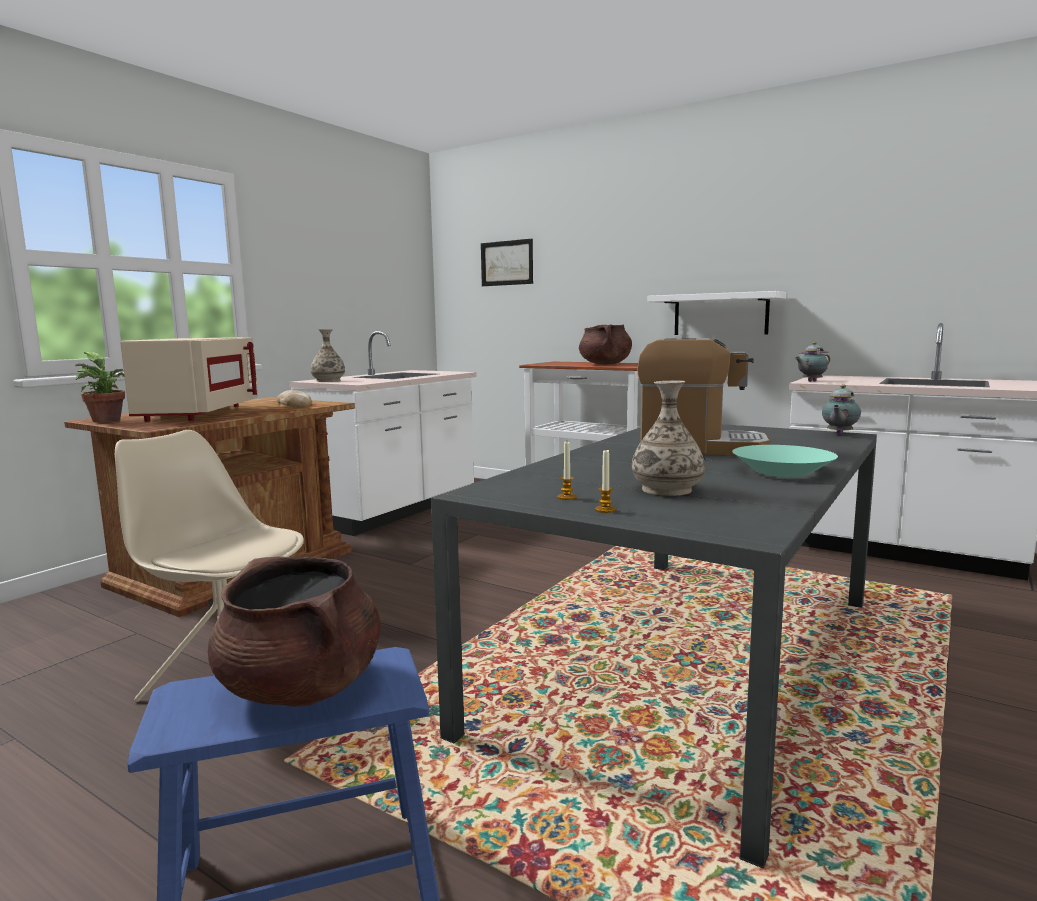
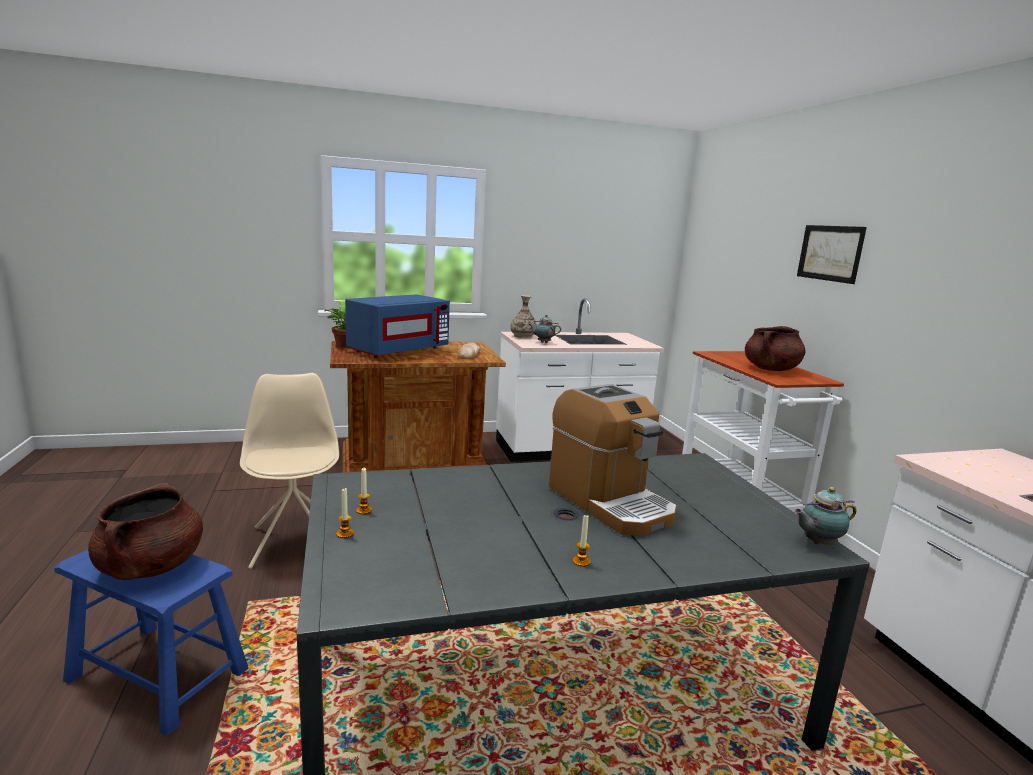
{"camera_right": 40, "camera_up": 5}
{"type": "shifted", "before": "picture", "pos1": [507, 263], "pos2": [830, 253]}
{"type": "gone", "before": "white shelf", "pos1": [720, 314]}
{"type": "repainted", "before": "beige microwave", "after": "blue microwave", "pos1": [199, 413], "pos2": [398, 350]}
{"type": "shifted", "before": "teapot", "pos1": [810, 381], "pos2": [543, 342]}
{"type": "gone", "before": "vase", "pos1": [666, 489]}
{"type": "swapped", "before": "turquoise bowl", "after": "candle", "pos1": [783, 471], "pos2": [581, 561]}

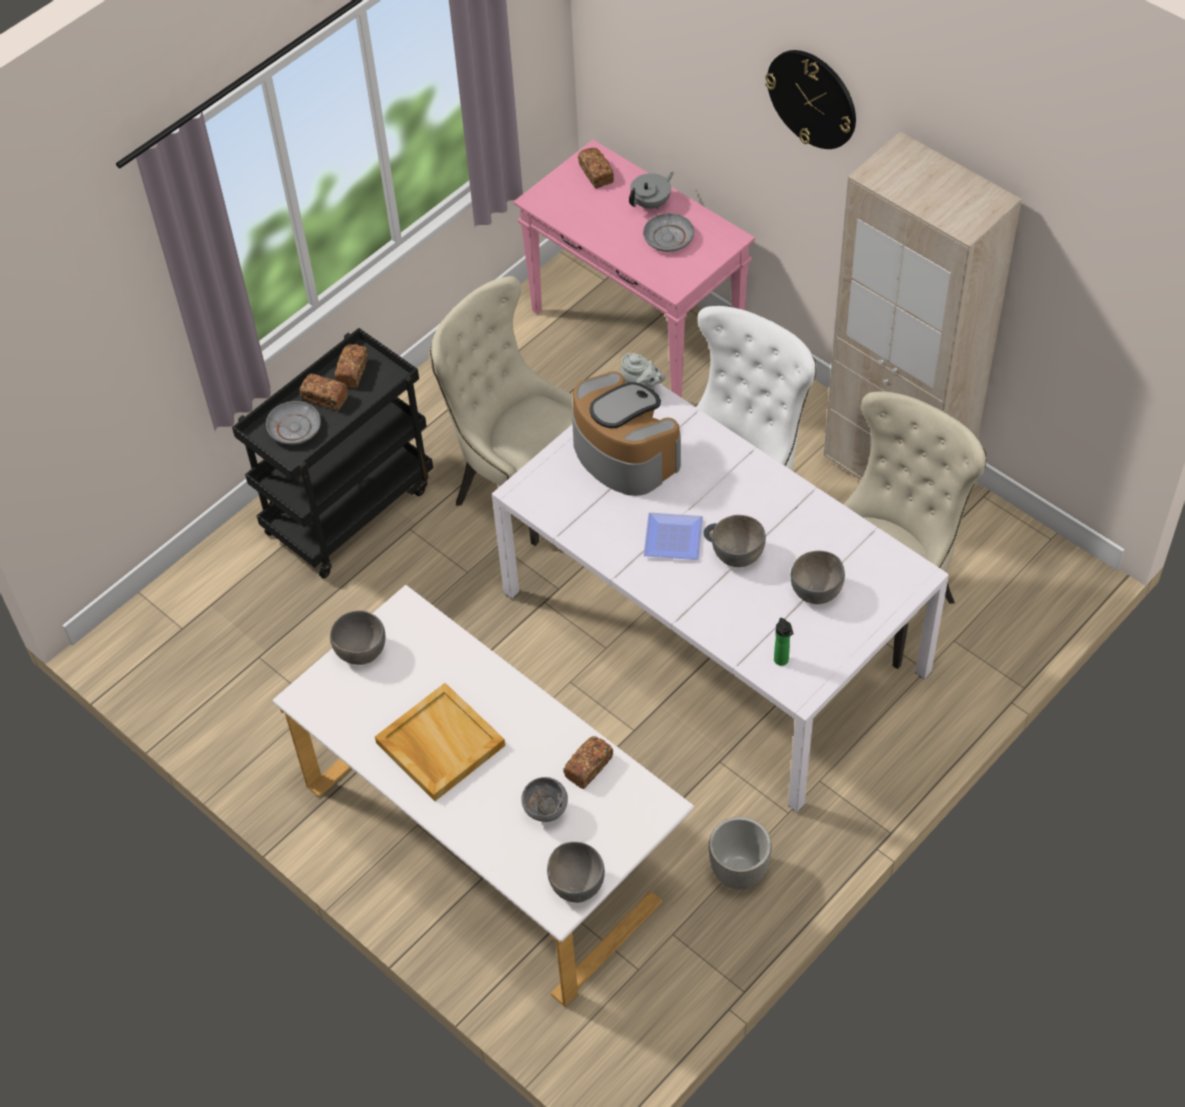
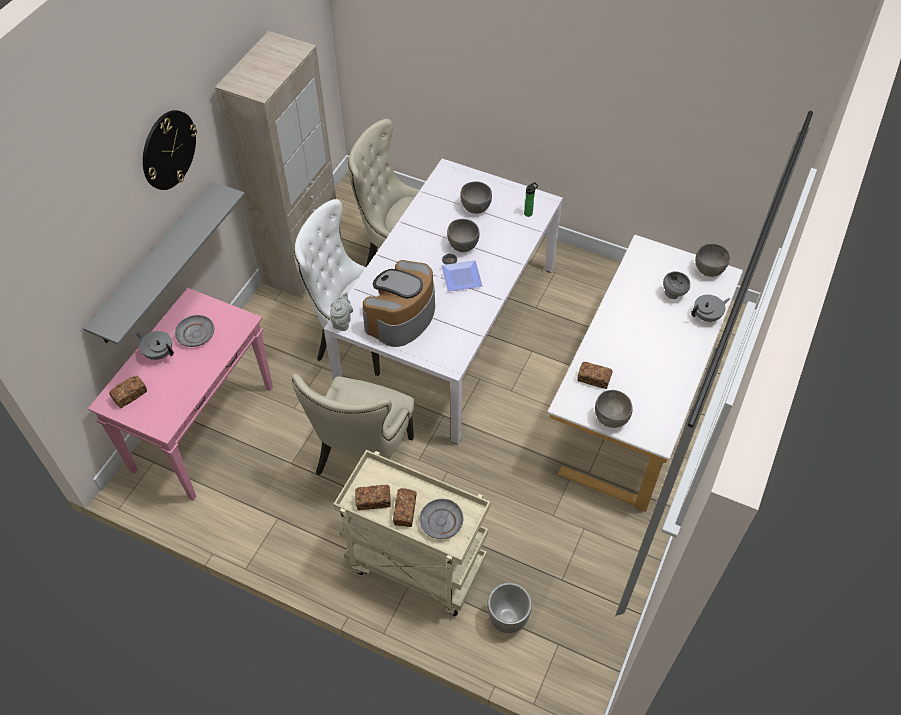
{"camera_right": -110, "camera_up": 0}
{"type": "repainted", "before": "black cart", "after": "beige cart", "pos1": [349, 508], "pos2": [414, 566]}
{"type": "gone", "before": "beige tray", "pos1": [439, 744]}
{"type": "shifted", "before": "bread", "pos1": [588, 767], "pos2": [593, 379]}
{"type": "shifted", "before": "planter", "pos1": [738, 871], "pos2": [507, 619]}
{"type": "new", "after": "grey shelf", "pos2": [156, 263]}
{"type": "new", "after": "grey teapot", "pos2": [707, 316]}

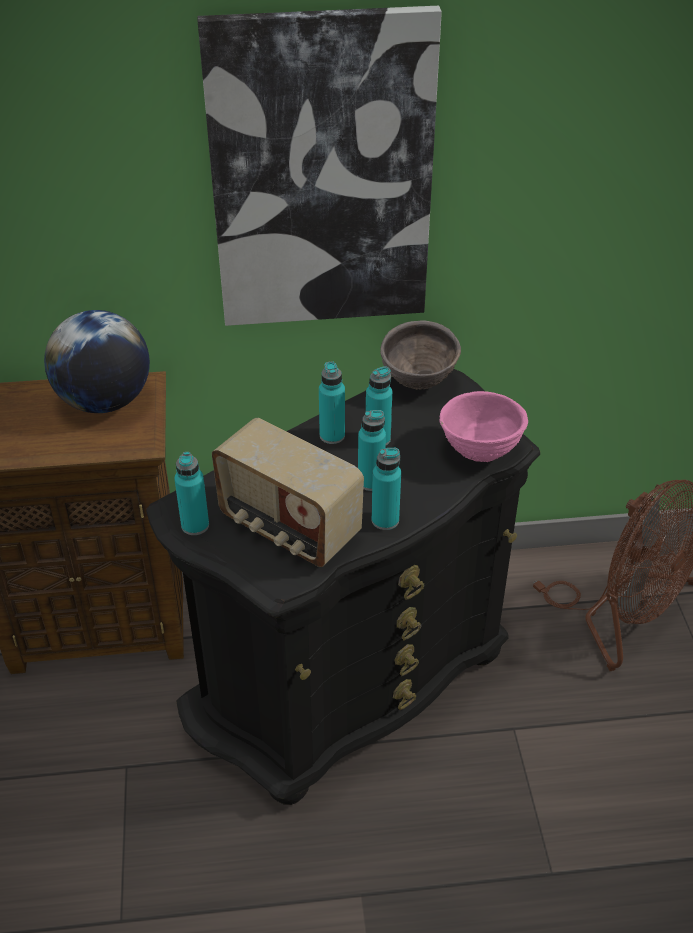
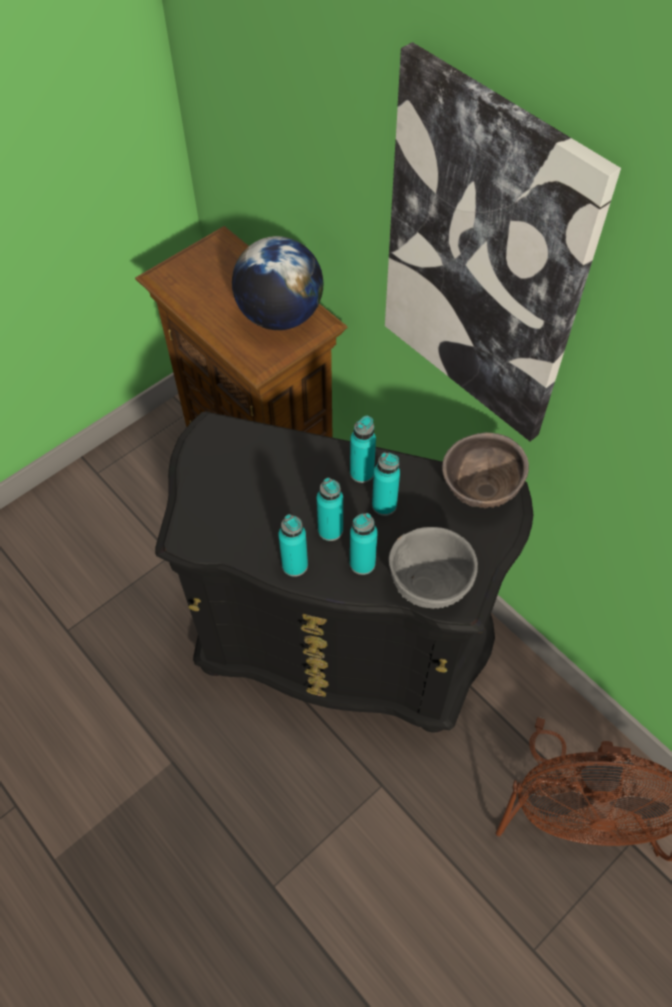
{"camera_right": 55, "camera_up": 15}
{"type": "repainted", "before": "pink bowl", "after": "grey bowl", "pos1": [479, 453], "pos2": [429, 586]}
{"type": "gone", "before": "radio", "pos1": [288, 528]}
{"type": "shifted", "before": "turquoise bottle", "pos1": [195, 525], "pos2": [362, 563]}

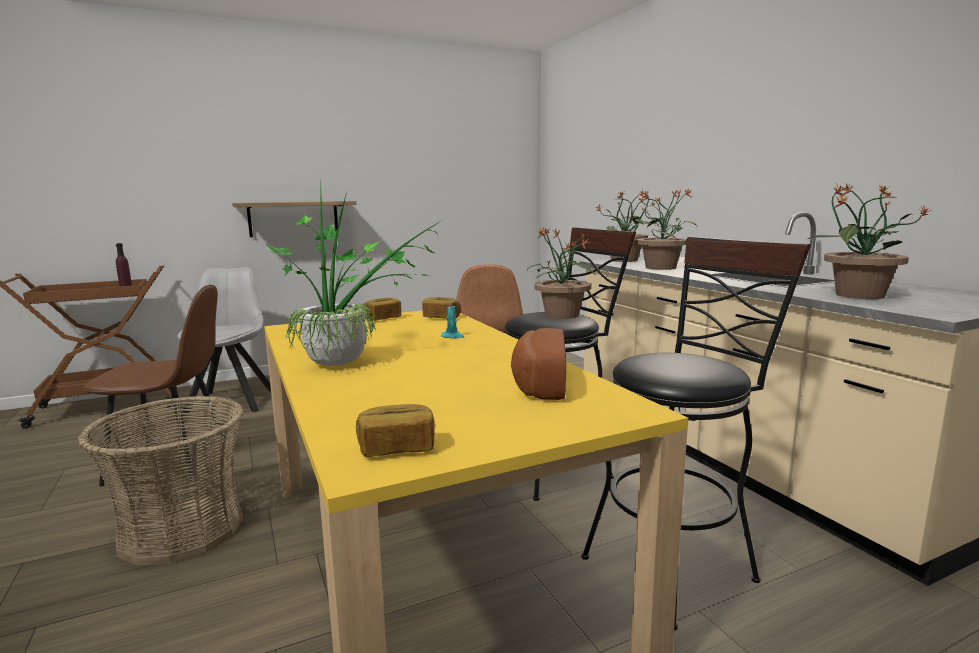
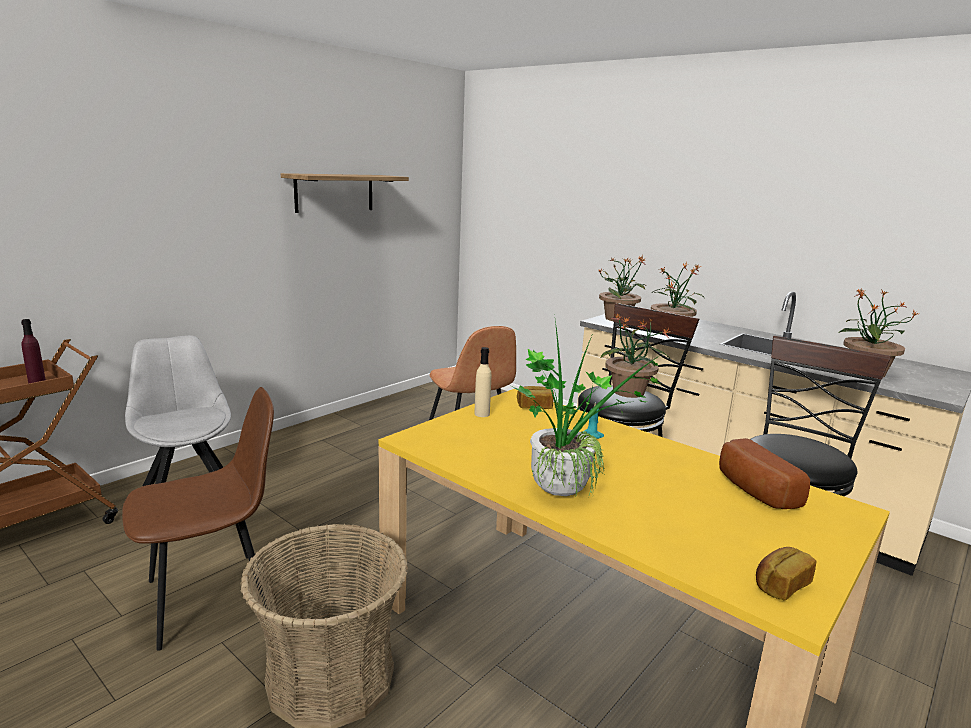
{"camera_right": -25, "camera_up": 5}
{"type": "shifted", "before": "shelf", "pos1": [293, 218], "pos2": [334, 192]}
{"type": "swapped", "before": "bread", "after": "beige bottle", "pos1": [382, 319], "pos2": [482, 414]}

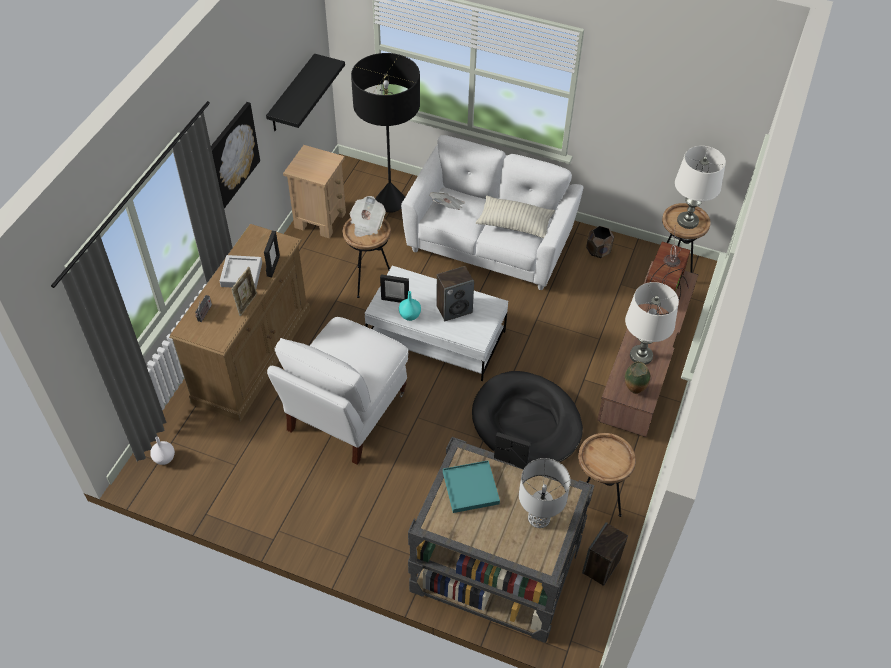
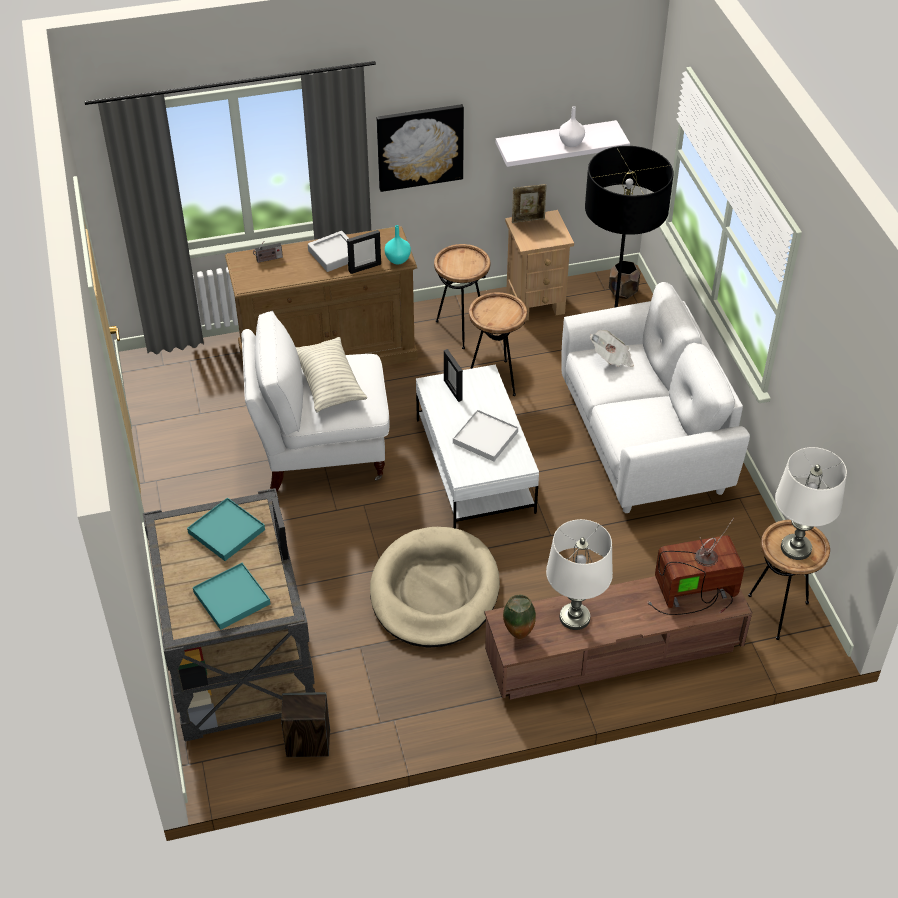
{"camera_right": 55, "camera_up": -5}
{"type": "repainted", "before": "black shelf", "after": "white shelf", "pos1": [292, 94], "pos2": [555, 143]}
{"type": "gone", "before": "newspaper", "pos1": [366, 224]}
{"type": "shifted", "before": "pillow", "pos1": [515, 224], "pos2": [328, 384]}
{"type": "shifted", "before": "brown planter", "pos1": [598, 251], "pos2": [623, 292]}
{"type": "swapped", "before": "speaker", "after": "white tray", "pos1": [454, 309], "pos2": [485, 437]}
{"type": "shifted", "before": "picture frame", "pos1": [247, 304], "pos2": [528, 219]}
{"type": "shifted", "before": "turquoise vase", "pos1": [409, 316], "pos2": [397, 260]}
{"type": "repainted", "before": "black dog bed", "after": "beige dog bed", "pos1": [526, 422], "pos2": [434, 591]}
{"type": "shifted", "before": "brown side table", "pos1": [595, 502], "pos2": [461, 329]}
{"type": "shifted", "before": "white vase", "pos1": [165, 458], "pos2": [571, 143]}
{"type": "swapped", "before": "white table lamp", "after": "turquoise tray", "pos1": [538, 518], "pos2": [231, 598]}

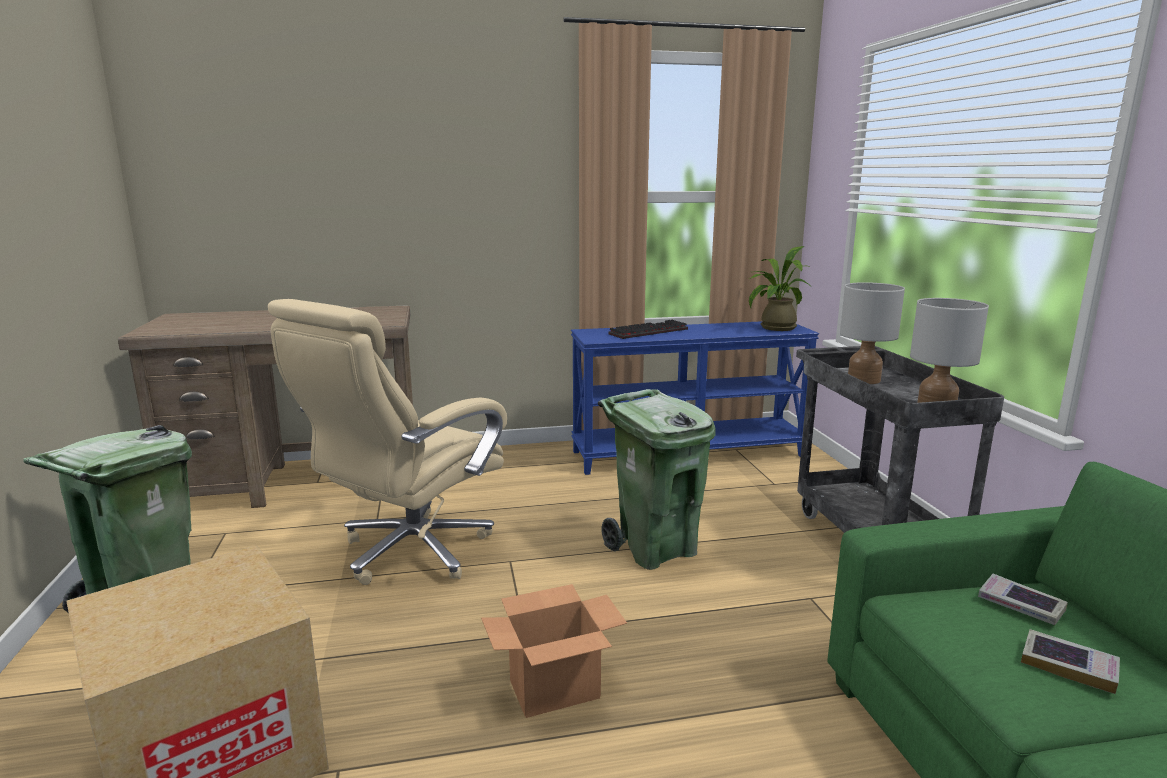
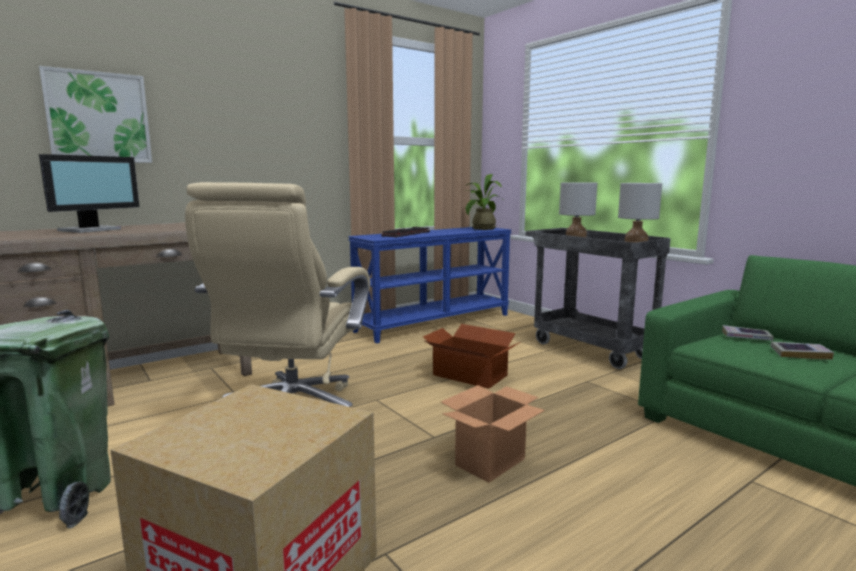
{"camera_right": -25, "camera_up": -5}
{"type": "swapped", "before": "green trash can", "after": "cardboard box", "pos1": [655, 549], "pos2": [469, 375]}
{"type": "new", "after": "picture", "pos2": [98, 117]}
{"type": "new", "after": "monitor", "pos2": [91, 230]}

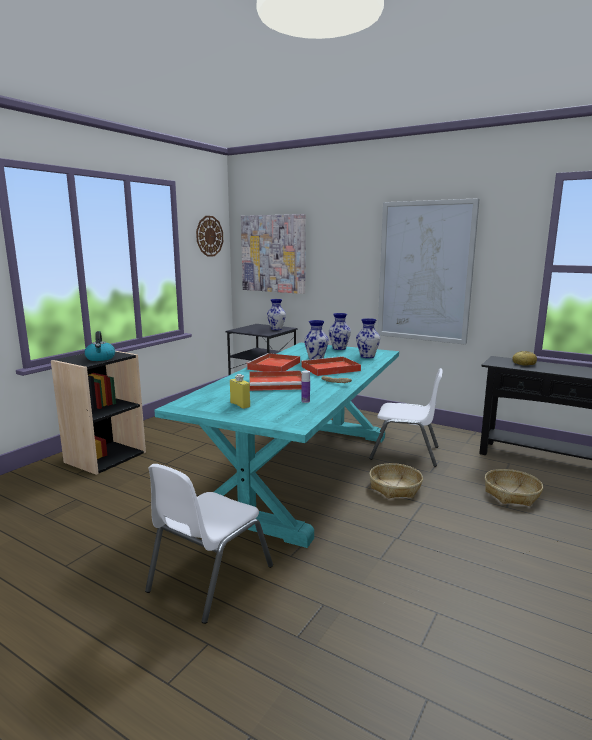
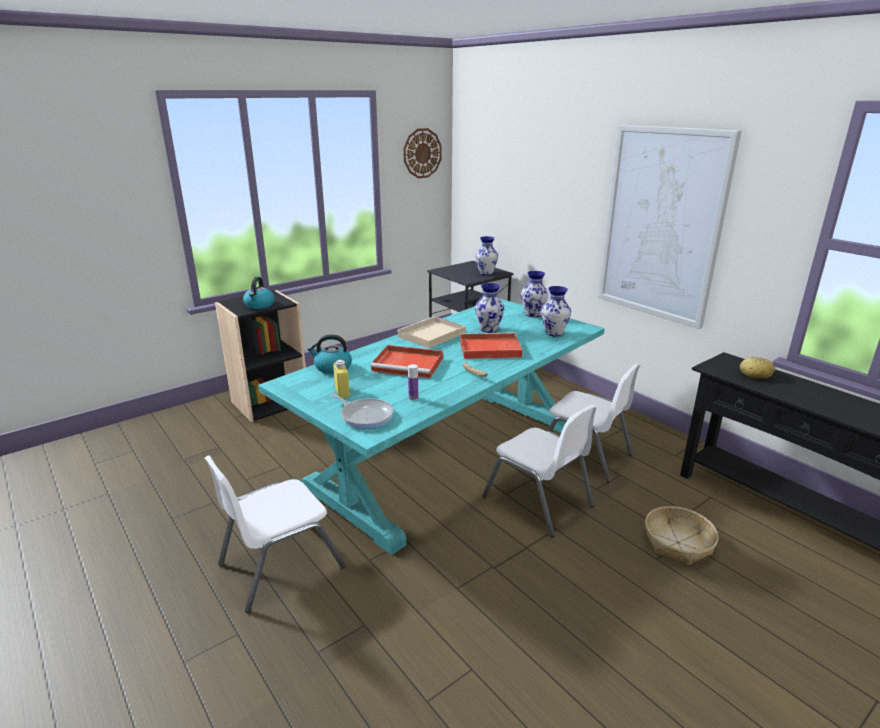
{"camera_right": 20, "camera_up": 10}
{"type": "gone", "before": "picture", "pos1": [273, 254]}
{"type": "repainted", "before": "red tray", "after": "beige tray", "pos1": [274, 366], "pos2": [431, 335]}
{"type": "swapped", "before": "basket", "after": "white chair", "pos1": [395, 488], "pos2": [538, 501]}
{"type": "new", "after": "kettle", "pos2": [332, 368]}
{"type": "new", "after": "frying pan", "pos2": [365, 415]}

